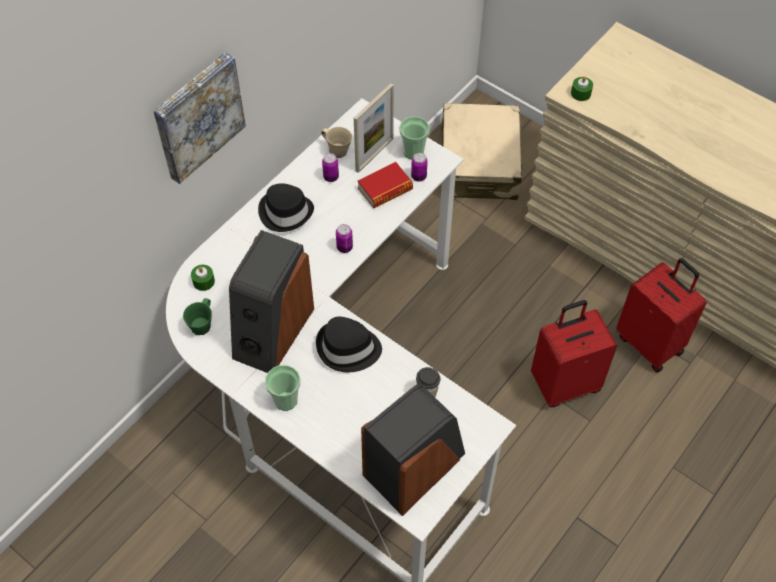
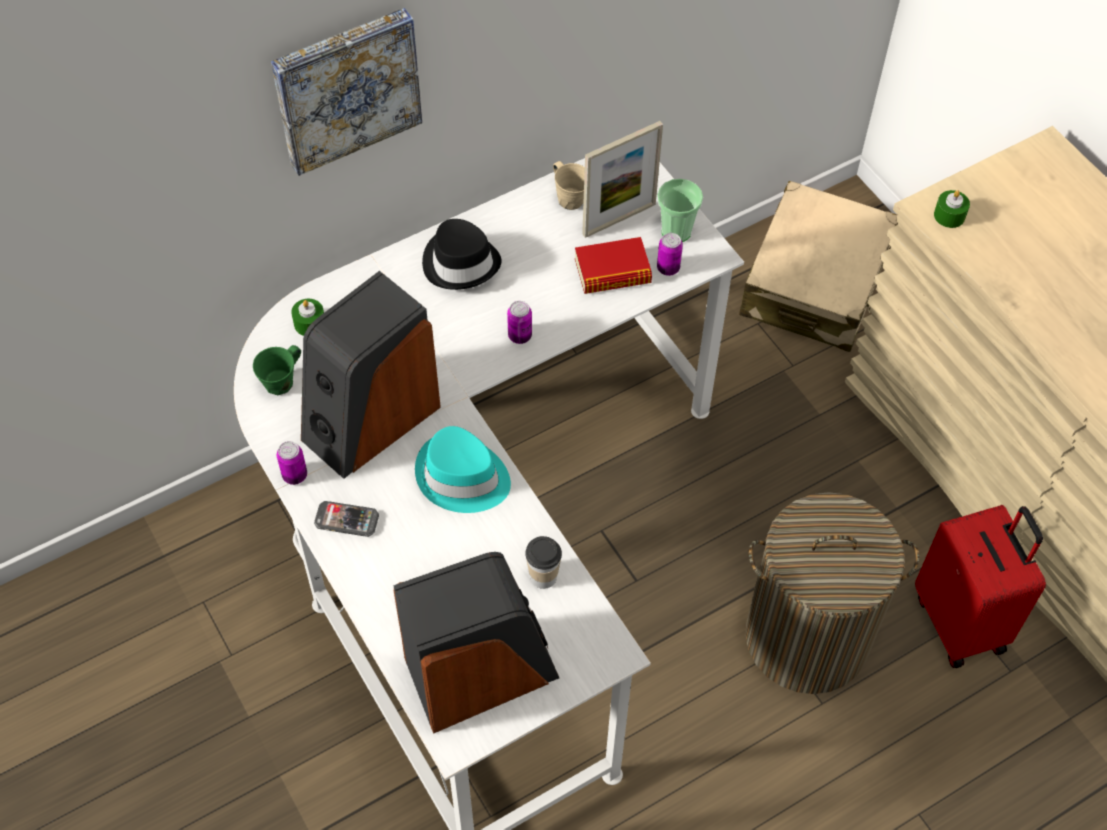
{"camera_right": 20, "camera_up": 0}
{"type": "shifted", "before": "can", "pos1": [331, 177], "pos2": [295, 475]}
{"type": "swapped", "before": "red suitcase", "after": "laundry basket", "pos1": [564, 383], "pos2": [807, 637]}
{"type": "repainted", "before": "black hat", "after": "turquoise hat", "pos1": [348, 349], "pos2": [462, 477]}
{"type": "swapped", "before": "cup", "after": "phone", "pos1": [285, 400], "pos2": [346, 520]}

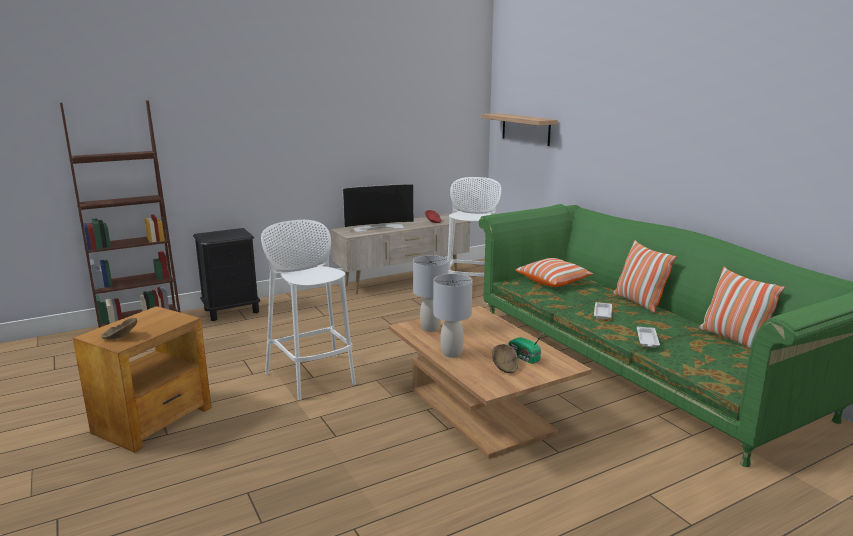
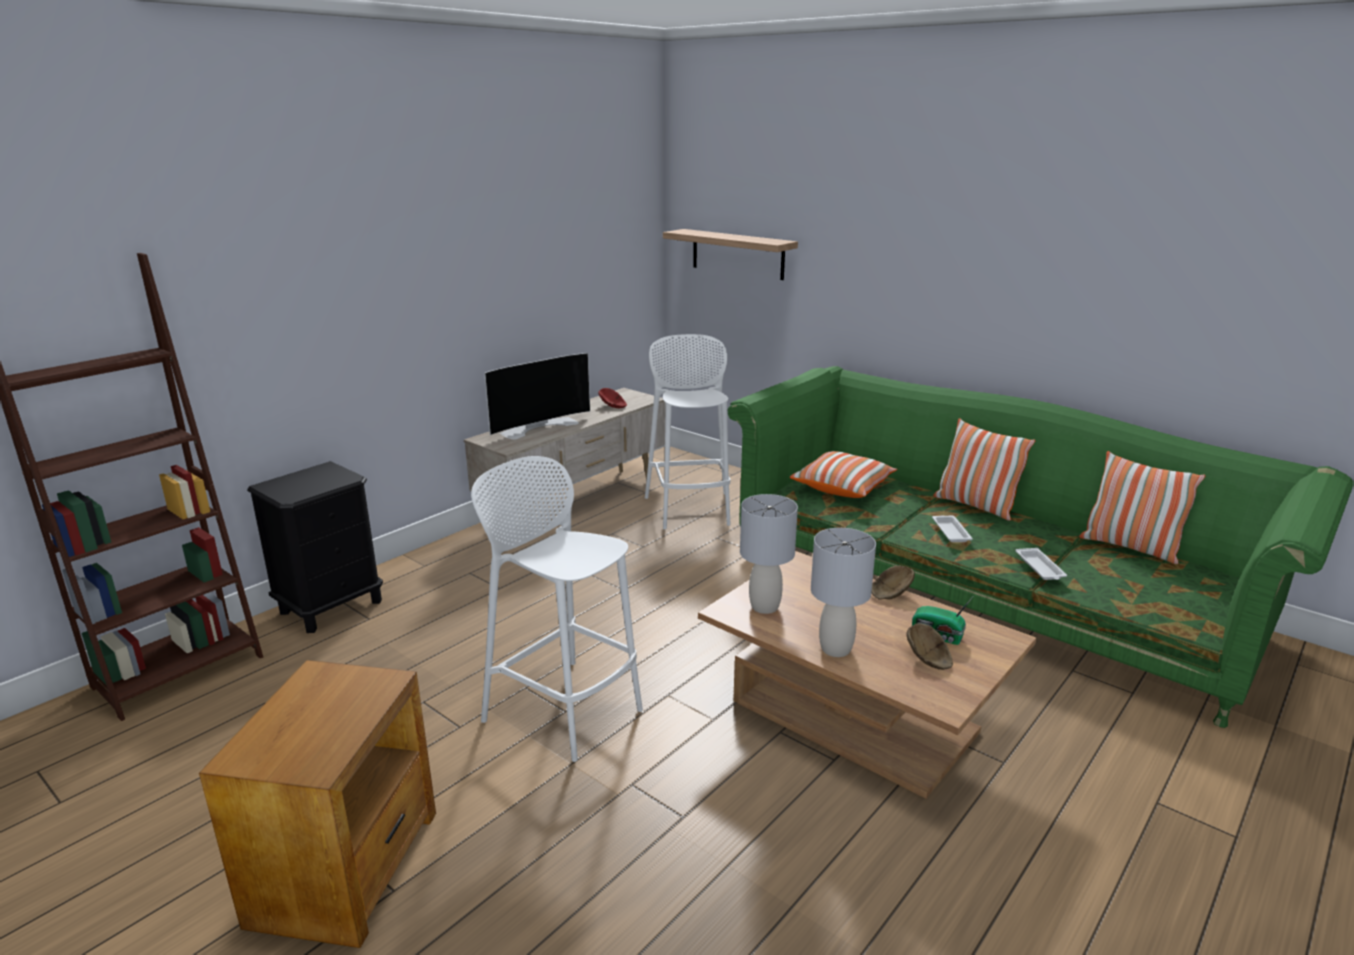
{"camera_right": -20, "camera_up": 5}
{"type": "shifted", "before": "brown bowl", "pos1": [120, 337], "pos2": [889, 593]}

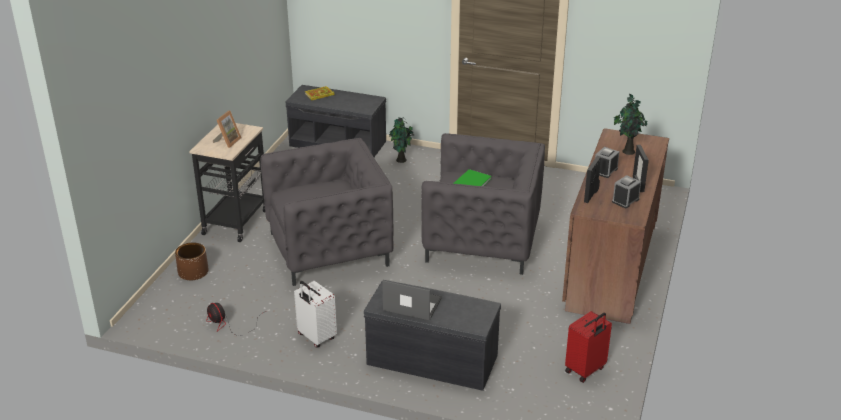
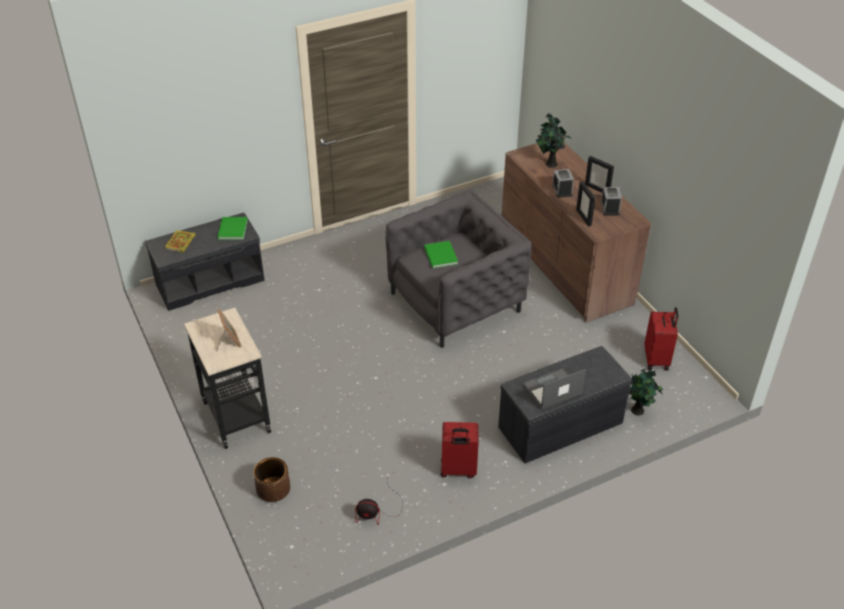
{"camera_right": -45, "camera_up": 10}
{"type": "shifted", "before": "potted plant", "pos1": [401, 160], "pos2": [638, 411]}
{"type": "gone", "before": "grey armchair", "pos1": [329, 249]}
{"type": "repainted", "before": "white suitcase", "after": "red suitcase", "pos1": [316, 337], "pos2": [458, 470]}
{"type": "new", "after": "green book", "pos2": [231, 230]}

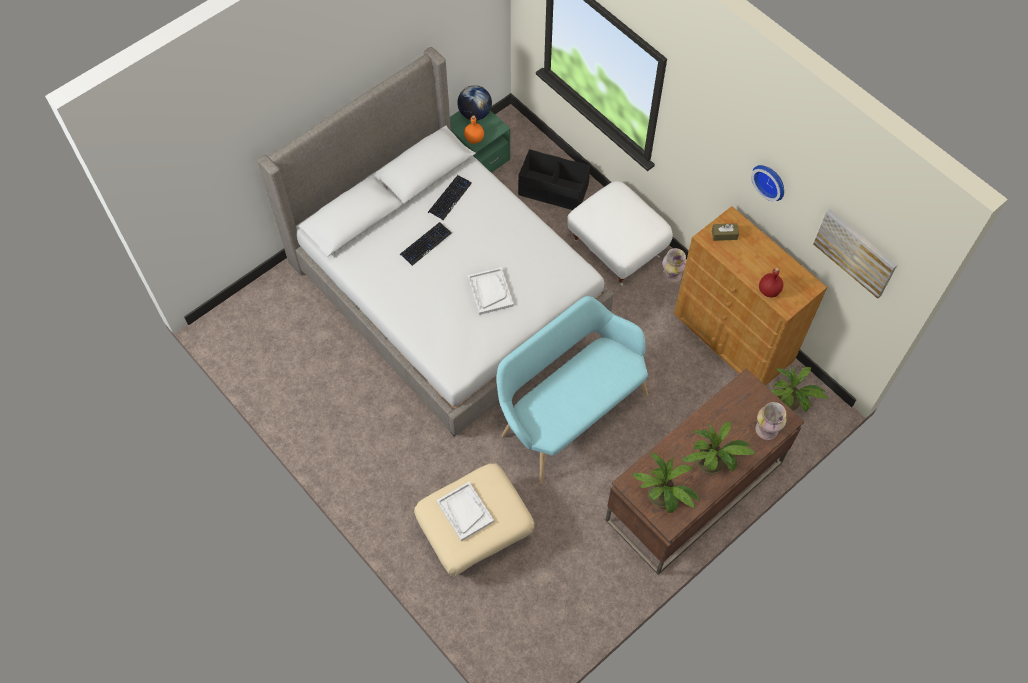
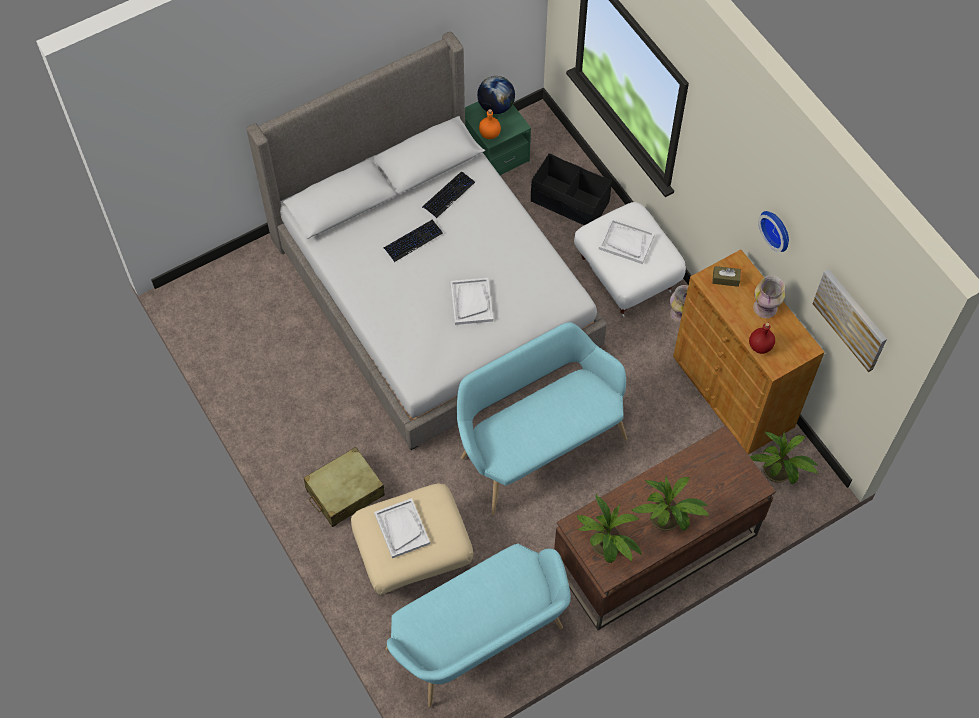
{"camera_right": 10, "camera_up": 0}
{"type": "shifted", "before": "vase", "pos1": [767, 429], "pos2": [765, 308]}
{"type": "new", "after": "white tray", "pos2": [626, 242]}
{"type": "new", "after": "beige suitcase", "pos2": [344, 492]}
{"type": "new", "after": "turquoise bench", "pos2": [481, 643]}

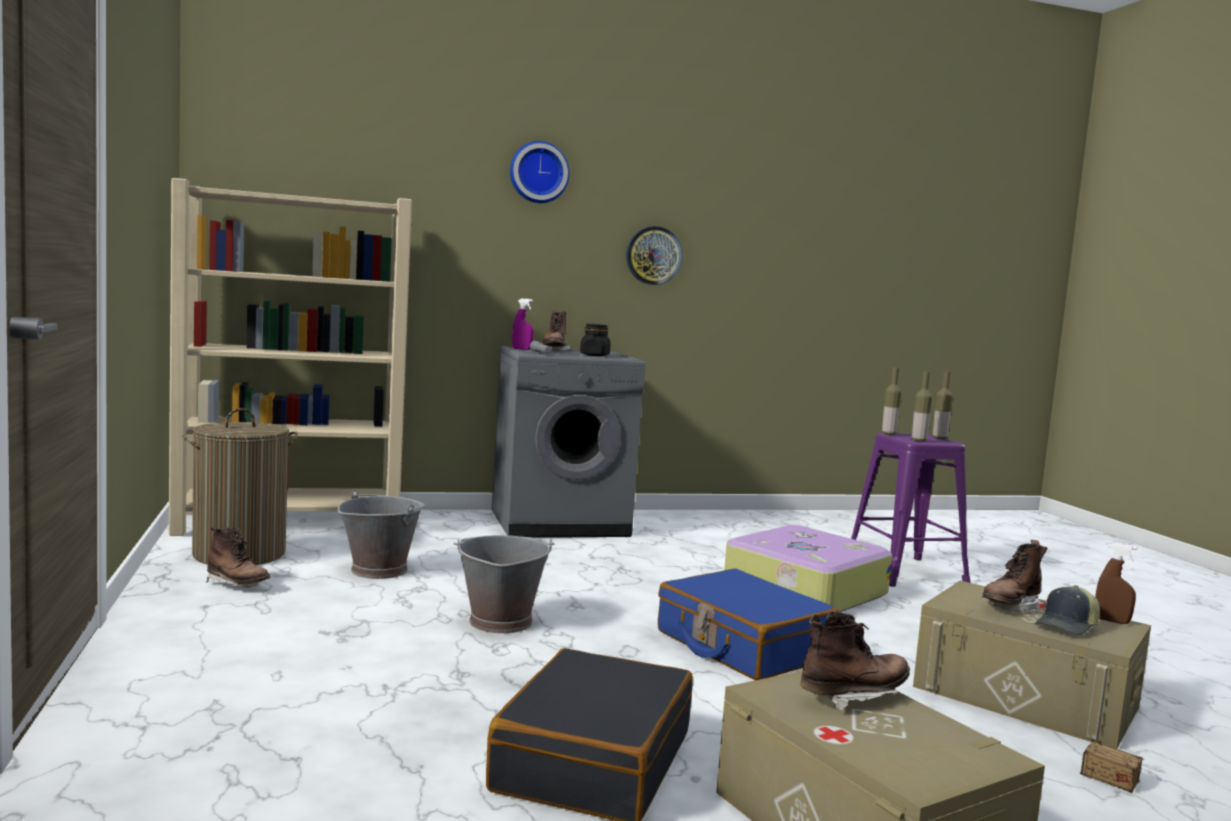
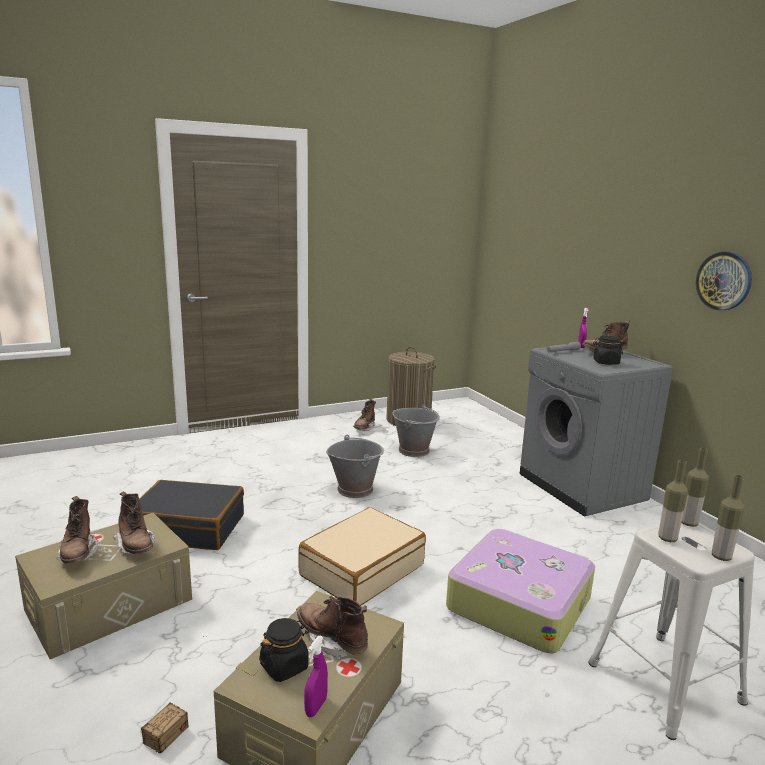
{"camera_right": 80, "camera_up": 10}
{"type": "gone", "before": "wall clock", "pos1": [538, 172]}
{"type": "gone", "before": "beige bookcase", "pos1": [290, 523]}
{"type": "repainted", "before": "purple stool", "after": "white stool", "pos1": [905, 572], "pos2": [664, 682]}
{"type": "repainted", "before": "brown spray bottle", "after": "purple spray bottle", "pos1": [1112, 621], "pos2": [316, 707]}
{"type": "repainted", "before": "blue suitcase", "after": "beige suitcase", "pos1": [742, 646], "pos2": [361, 569]}
{"type": "swapped", "before": "cap", "after": "black jar", "pos1": [1067, 627], "pos2": [284, 666]}
{"type": "new", "after": "brown boot", "pos2": [78, 554]}

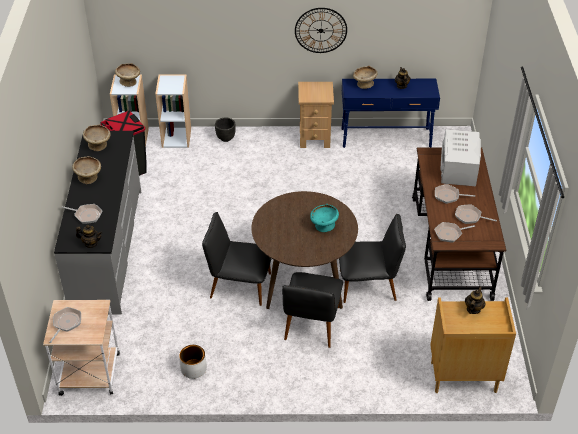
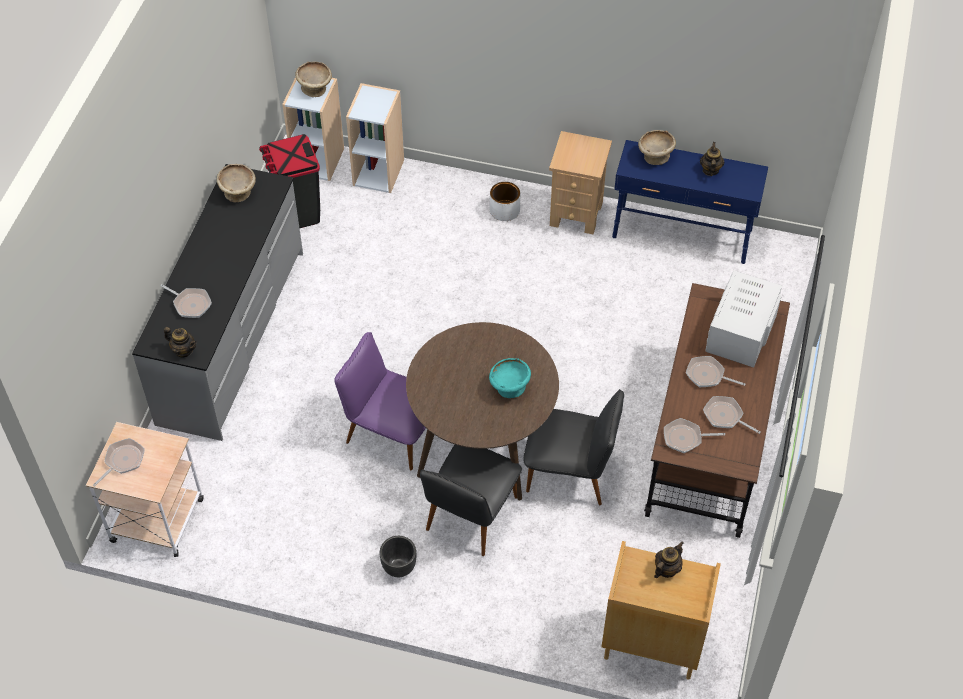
{"camera_right": 15, "camera_up": 10}
{"type": "gone", "before": "wall clock", "pos1": [320, 30]}
{"type": "shifted", "before": "black planter", "pos1": [225, 138], "pos2": [399, 567]}
{"type": "gone", "before": "beige bowl", "pos1": [89, 178]}
{"type": "repainted", "before": "black chair", "after": "purple chair", "pos1": [240, 285], "pos2": [393, 432]}
{"type": "shifted", "before": "white planter", "pos1": [193, 368], "pos2": [504, 210]}

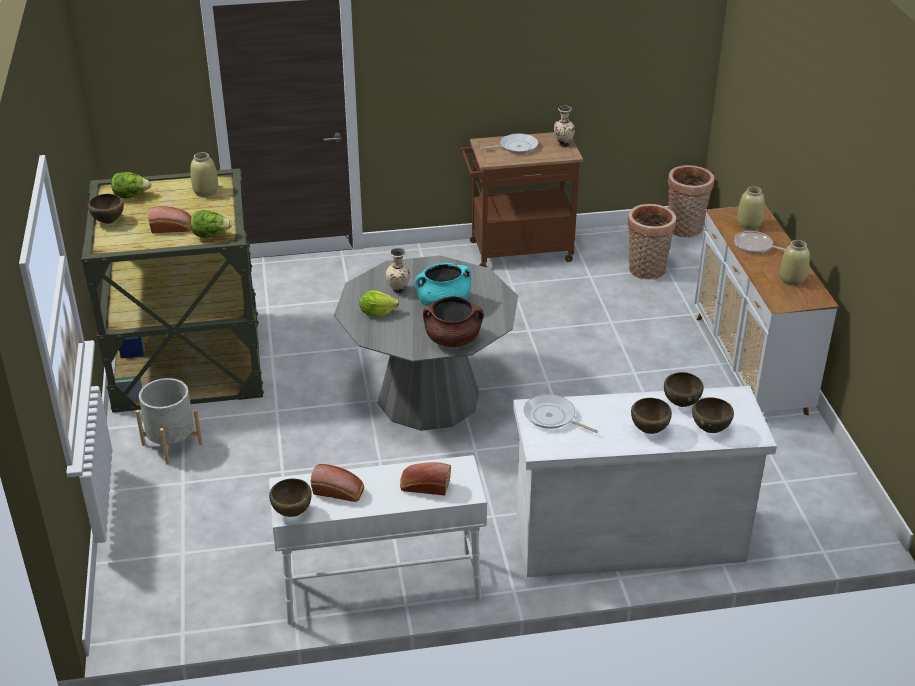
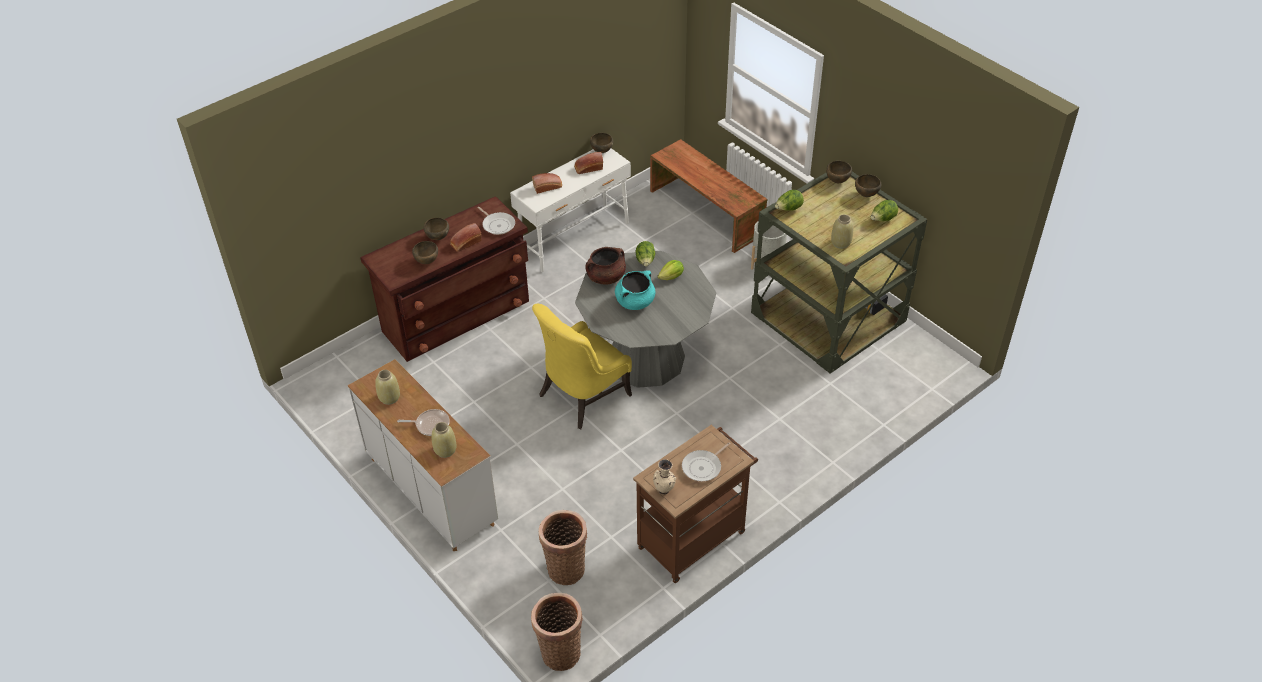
{"camera_right": 150, "camera_up": 10}
{"type": "shifted", "before": "bread", "pos1": [173, 228], "pos2": [465, 243]}
{"type": "gone", "before": "beige vase", "pos1": [398, 291]}
{"type": "repainted", "before": "white dresser", "after": "brown dresser", "pos1": [628, 536], "pos2": [458, 318]}
{"type": "rotated", "before": "frying pan", "pos1": [552, 417], "pos2": [497, 225], "turn": 45}
{"type": "shifted", "before": "brown bowl", "pos1": [710, 429], "pos2": [837, 181]}
{"type": "new", "after": "brown bench", "pos2": [707, 212]}
{"type": "new", "after": "lettuce", "pos2": [645, 261]}
{"type": "new", "after": "yellow chair", "pos2": [583, 395]}

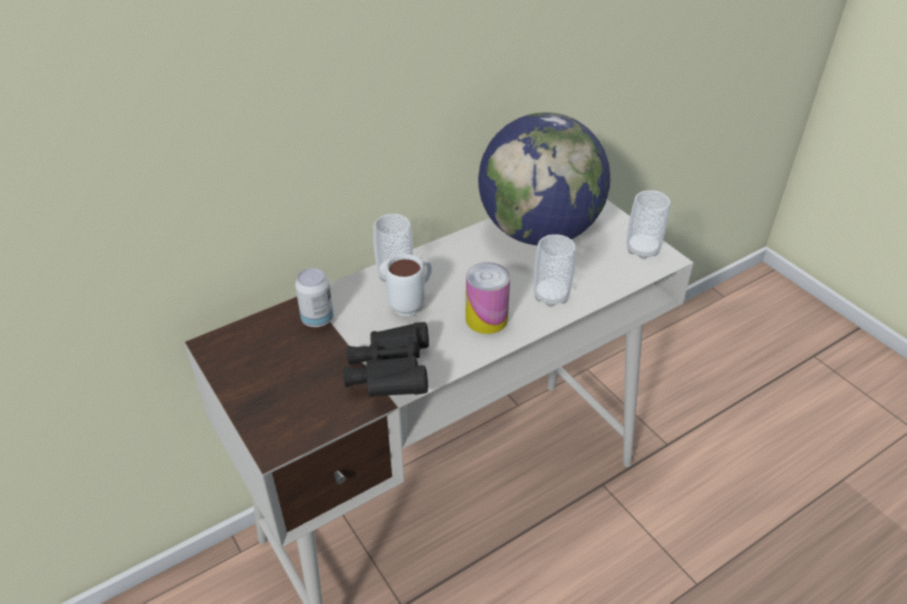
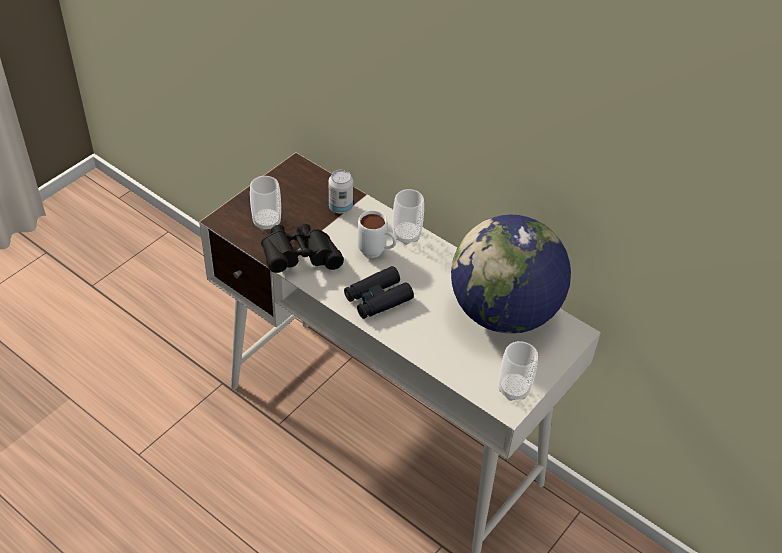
{"camera_right": 70, "camera_up": 5}
{"type": "shifted", "before": "cup", "pos1": [551, 296], "pos2": [267, 222]}
{"type": "swapped", "before": "can", "after": "black binoculars", "pos1": [486, 319], "pos2": [377, 298]}

